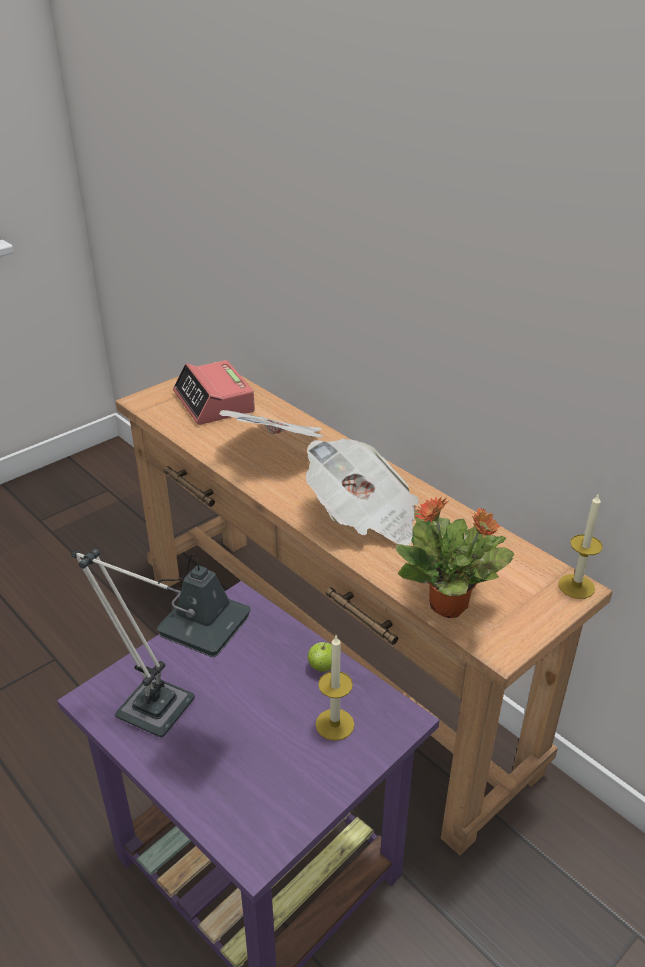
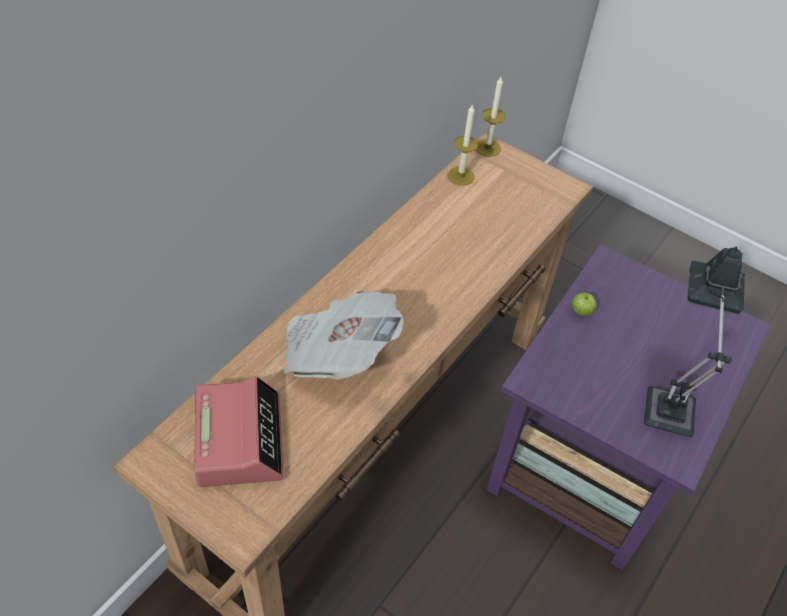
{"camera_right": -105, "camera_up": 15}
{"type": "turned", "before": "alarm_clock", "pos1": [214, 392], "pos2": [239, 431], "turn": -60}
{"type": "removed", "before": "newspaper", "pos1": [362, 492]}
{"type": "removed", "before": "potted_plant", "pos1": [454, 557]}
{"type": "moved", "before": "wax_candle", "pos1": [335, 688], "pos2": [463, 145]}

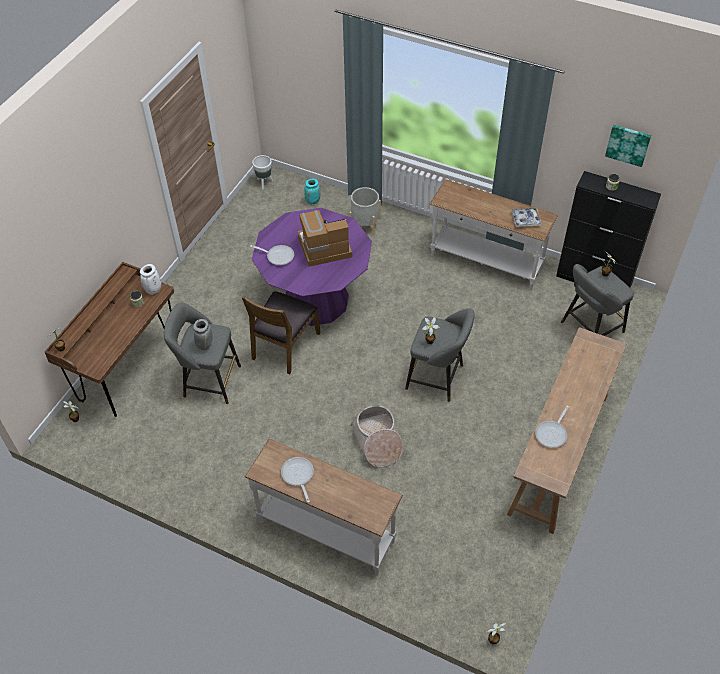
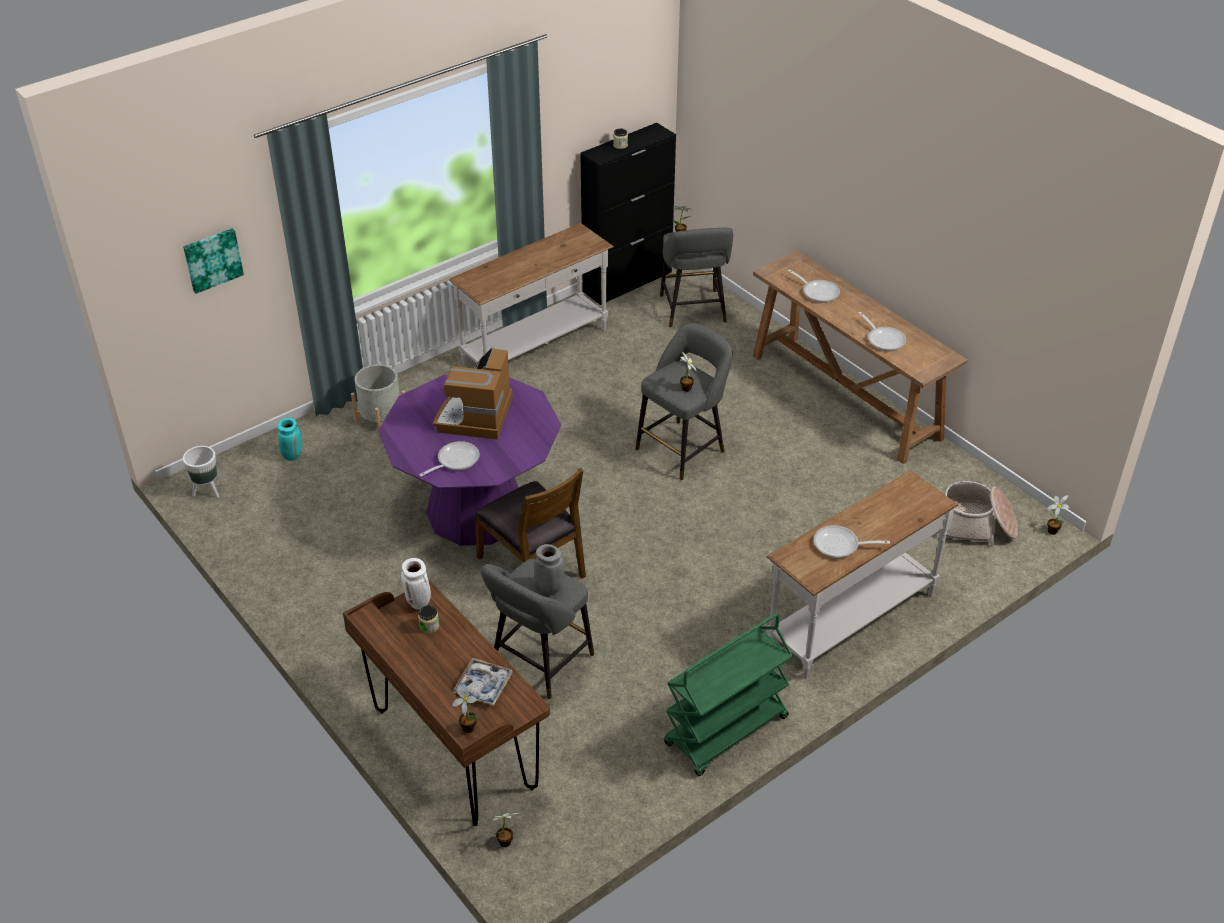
{"camera_right": -65, "camera_up": -10}
{"type": "moved", "before": "picture", "pos1": [628, 146], "pos2": [213, 261]}
{"type": "moved", "before": "tray", "pos1": [526, 217], "pos2": [483, 682]}
{"type": "moved", "before": "basket", "pos1": [376, 436], "pos2": [977, 514]}
{"type": "added", "after": "pan", "pos2": [814, 286]}
{"type": "added", "after": "green-coloured_trolley", "pos2": [728, 694]}

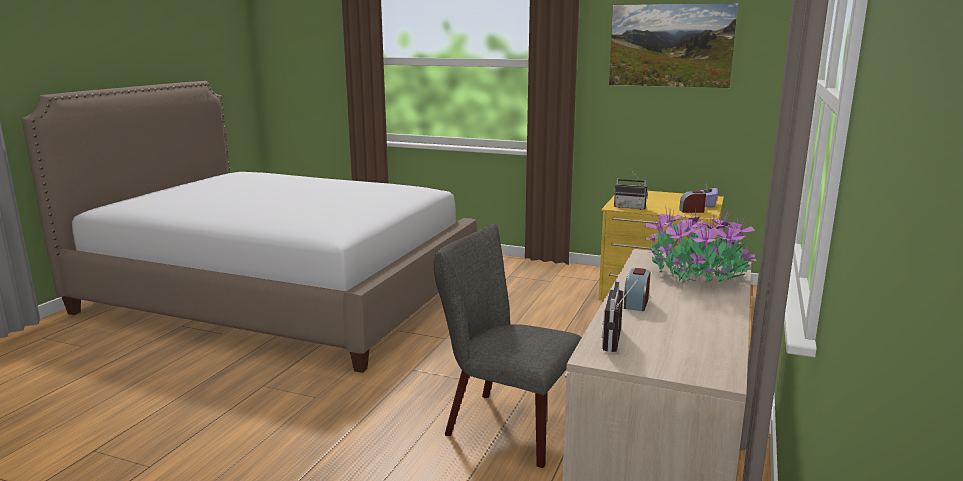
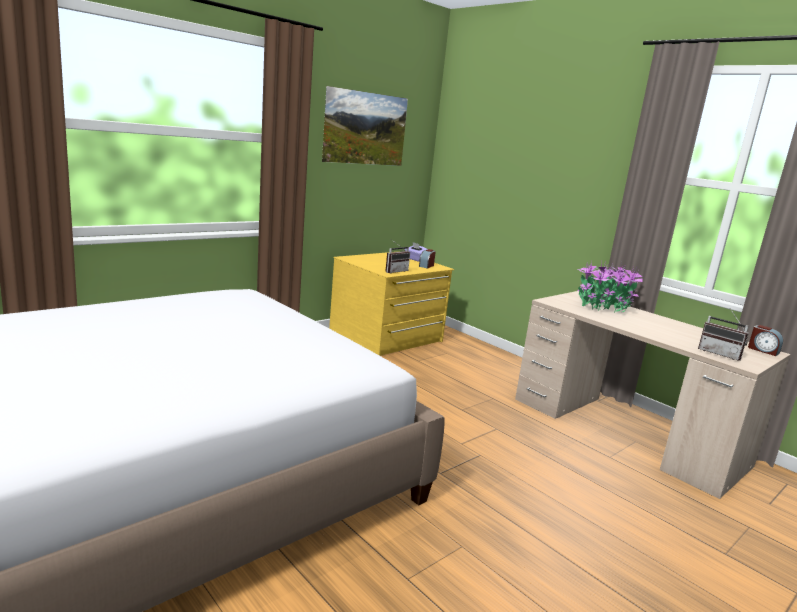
{"camera_right": -65, "camera_up": 0}
{"type": "removed", "before": "grey_chair", "pos1": [507, 346]}
{"type": "moved", "before": "alarm_clock", "pos1": [637, 289], "pos2": [765, 340]}

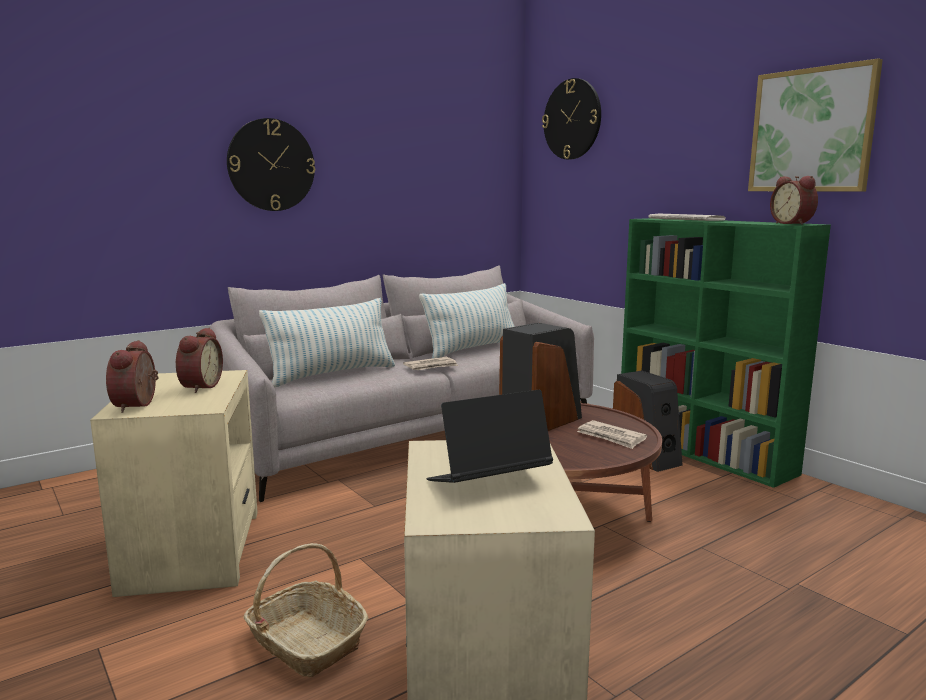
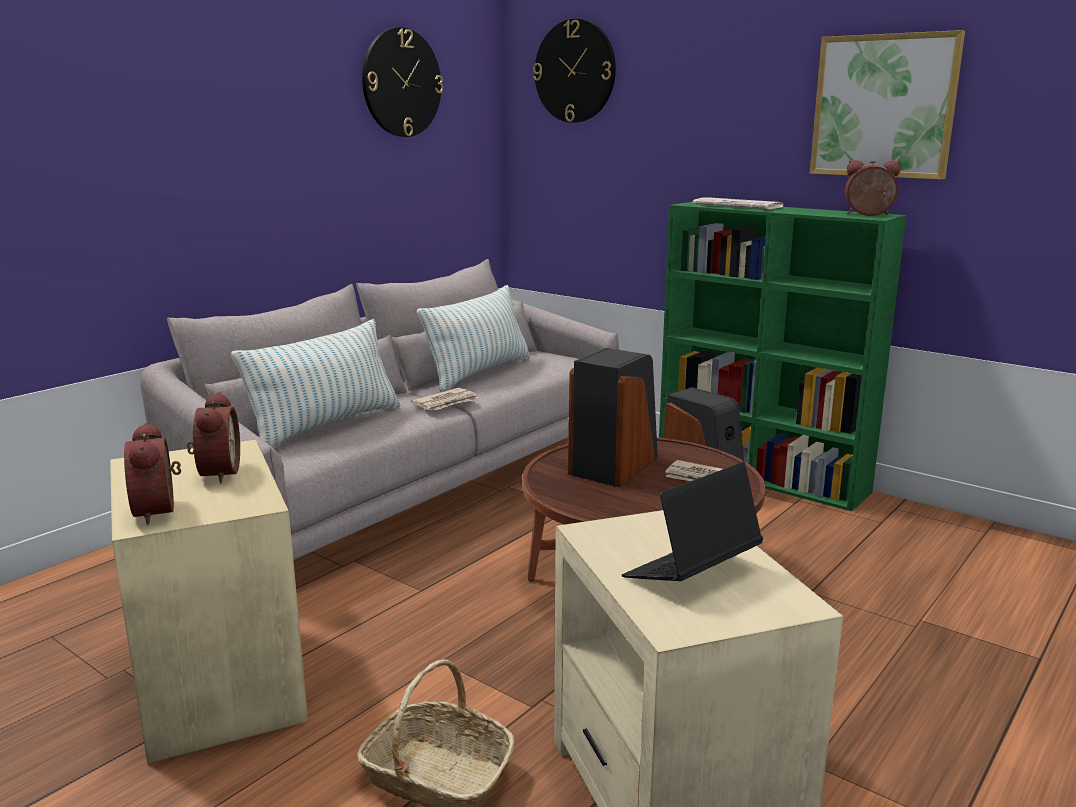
{"camera_right": -15, "camera_up": 5}
{"type": "moved", "before": "hanging_clock", "pos1": [271, 164], "pos2": [402, 82]}
{"type": "turned", "before": "alarm_clock", "pos1": [794, 200], "pos2": [872, 188], "turn": 135}

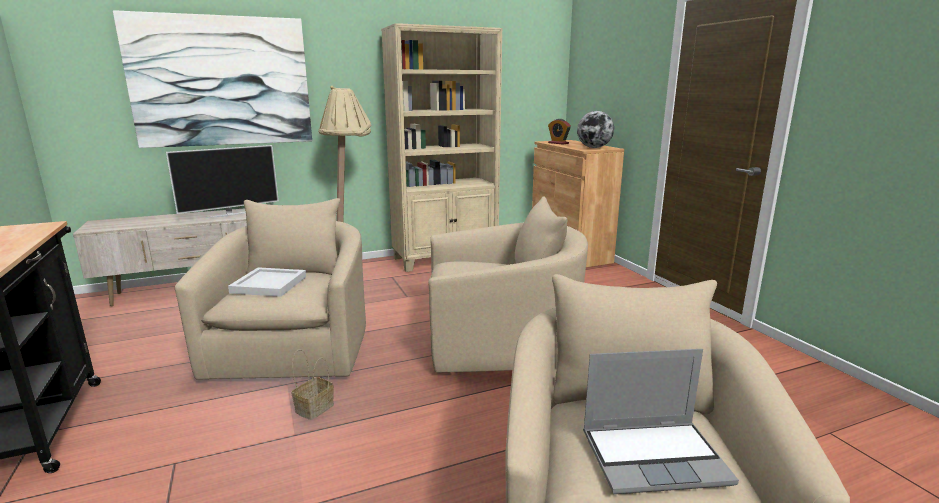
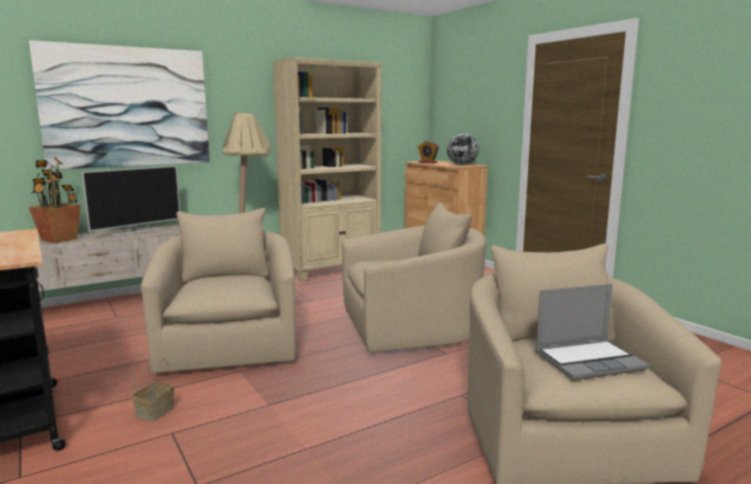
{"camera_right": -10, "camera_up": -5}
{"type": "removed", "before": "white_tray", "pos1": [267, 282]}
{"type": "moved", "before": "basket", "pos1": [313, 384], "pos2": [153, 388]}
{"type": "added", "after": "potted_plant", "pos2": [55, 200]}

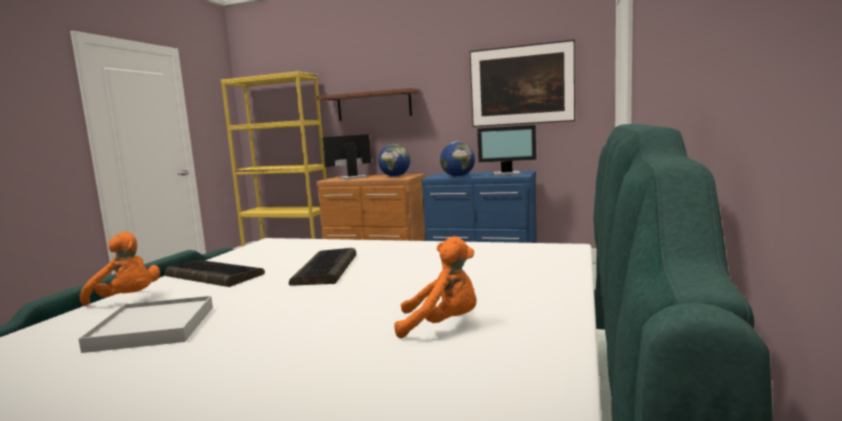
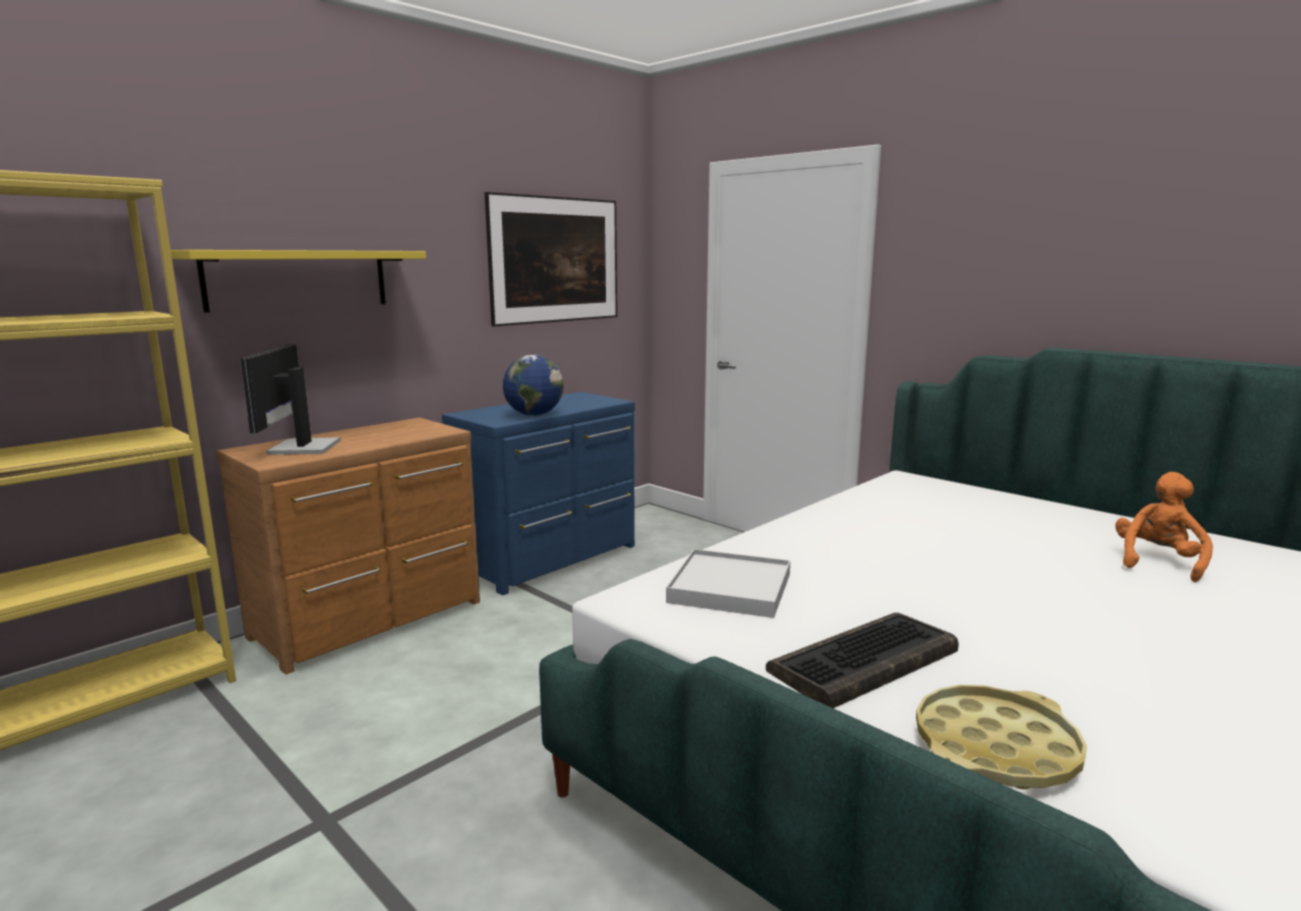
{"camera_right": -65, "camera_up": 5}
{"type": "recoloured", "before": "brown-coloured_wall_shelf", "after": "yellow-coloured_wall_shelf", "pos1": [368, 104], "pos2": [298, 281]}
{"type": "removed", "before": "computer_screen", "pos1": [506, 150]}
{"type": "removed", "before": "globe", "pos1": [394, 160]}
{"type": "replaced", "before": "orange-coloured_plush_toy", "after": "yellow-coloured_tray", "pos1": [120, 269], "pos2": [1001, 737]}
{"type": "removed", "before": "keyboard", "pos1": [322, 267]}
{"type": "moved", "before": "white_tray", "pos1": [146, 324], "pos2": [728, 583]}

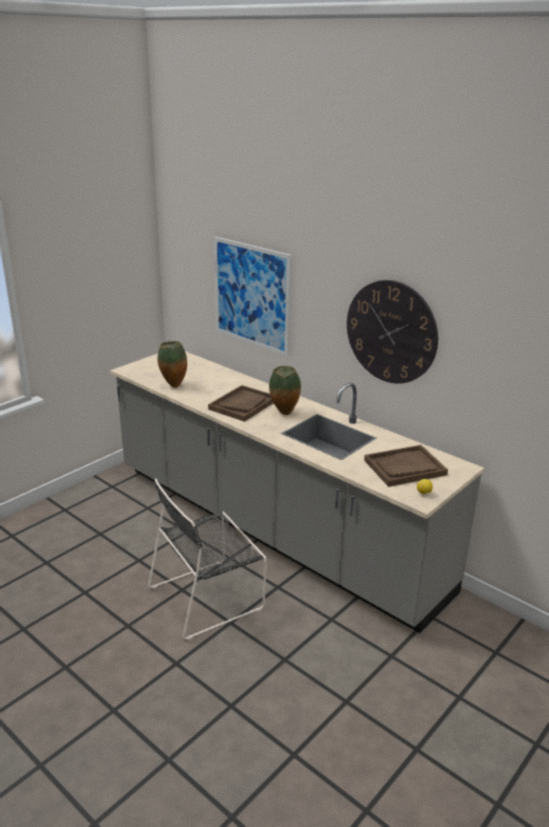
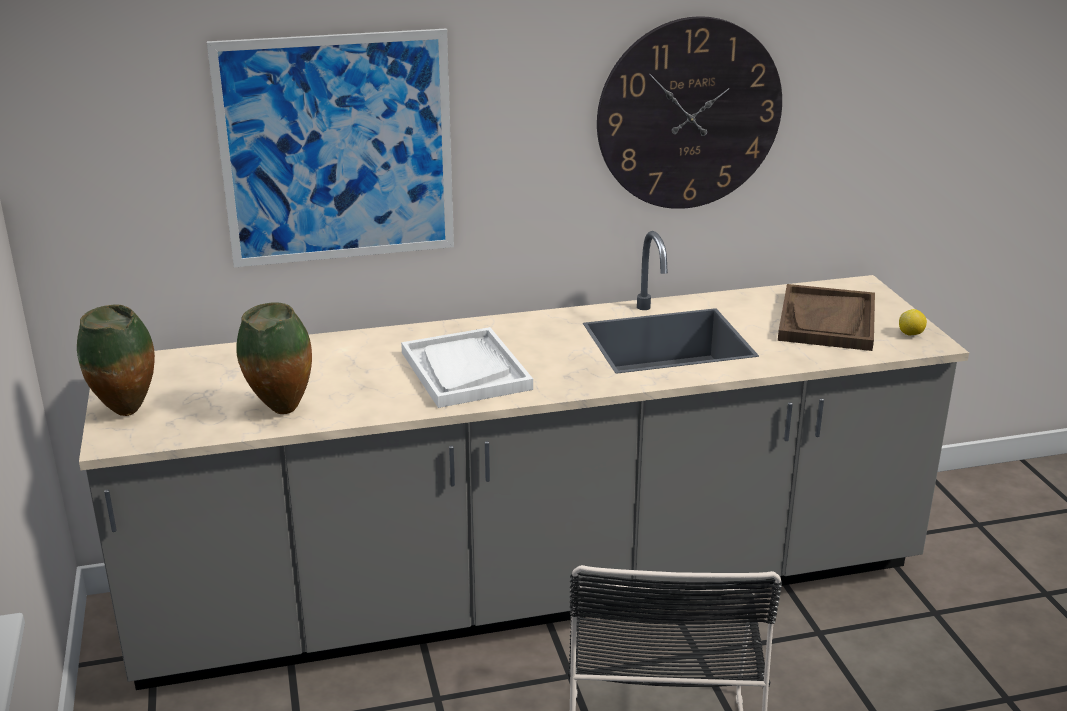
{"camera_right": -55, "camera_up": 0}
{"type": "moved", "before": "decorative_vase", "pos1": [285, 390], "pos2": [116, 360]}
{"type": "recoloured", "before": "brown-coloured_tray", "after": "white_tray", "pos1": [240, 403], "pos2": [467, 367]}

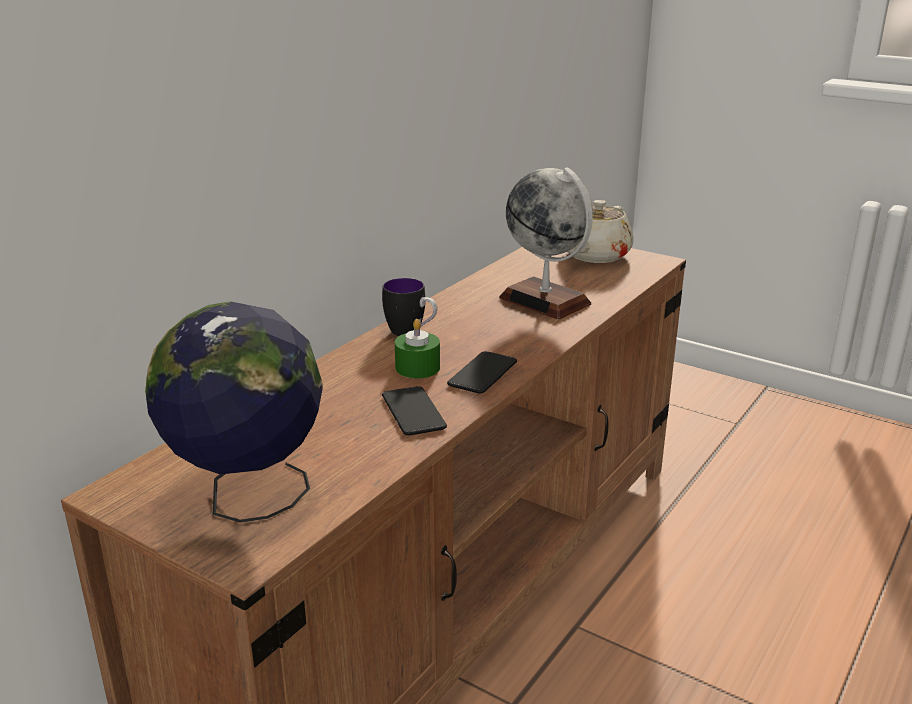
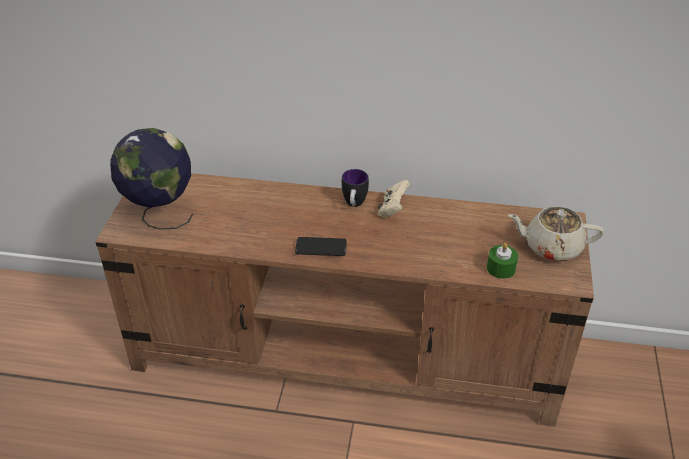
{"camera_right": 65, "camera_up": 15}
{"type": "removed", "before": "globe", "pos1": [546, 243]}
{"type": "moved", "before": "green-coloured_wax_candle", "pos1": [417, 348], "pos2": [502, 261]}
{"type": "removed", "before": "telephone", "pos1": [414, 410]}
{"type": "added", "after": "beige-coloured_game_controller", "pos2": [394, 199]}

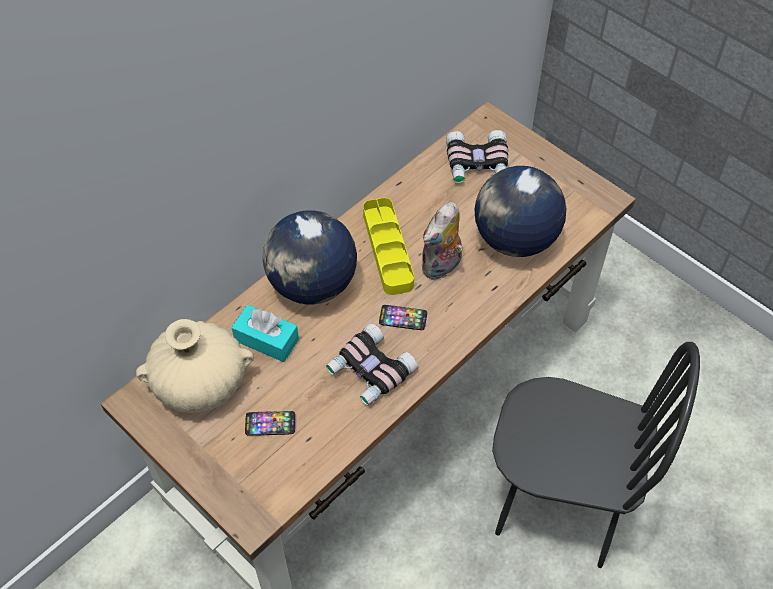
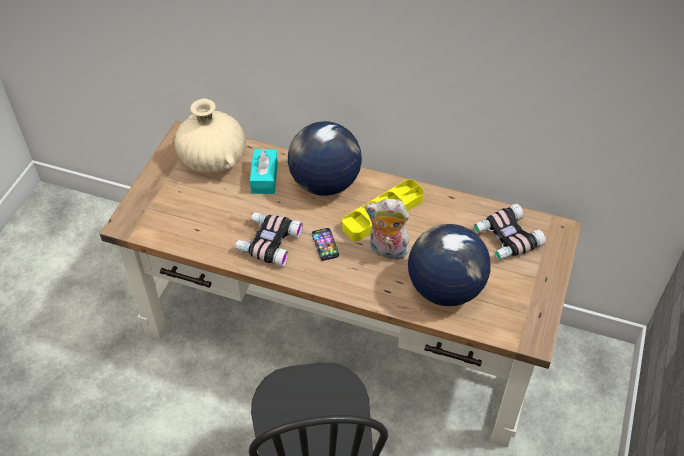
{"camera_right": 65, "camera_up": -5}
{"type": "removed", "before": "telephone", "pos1": [270, 423]}

